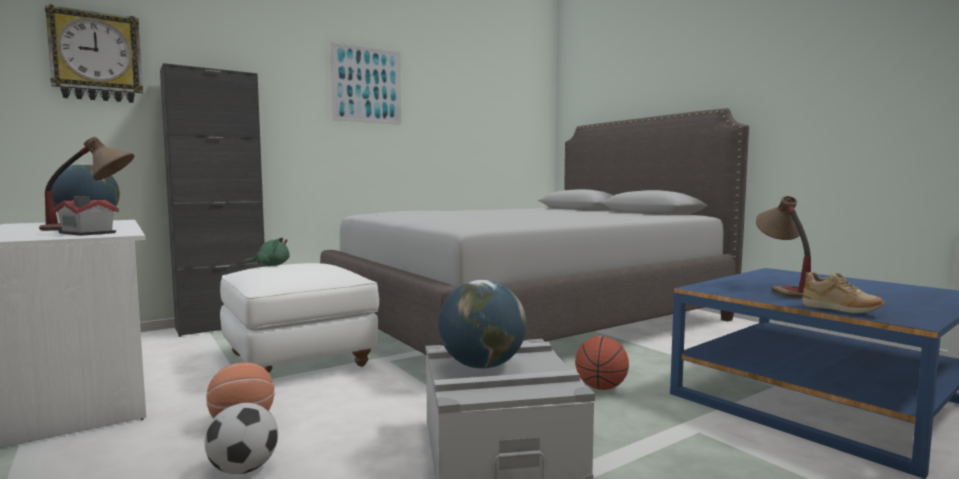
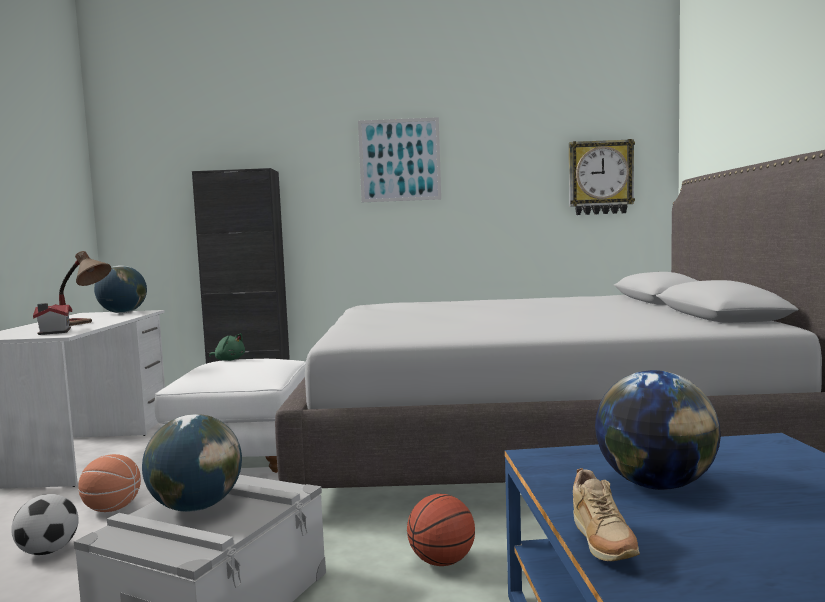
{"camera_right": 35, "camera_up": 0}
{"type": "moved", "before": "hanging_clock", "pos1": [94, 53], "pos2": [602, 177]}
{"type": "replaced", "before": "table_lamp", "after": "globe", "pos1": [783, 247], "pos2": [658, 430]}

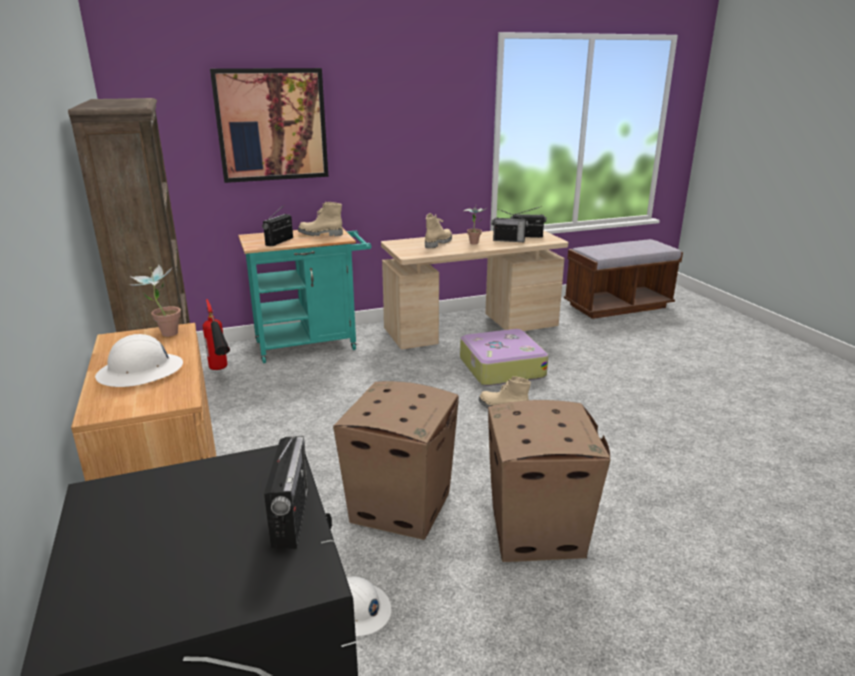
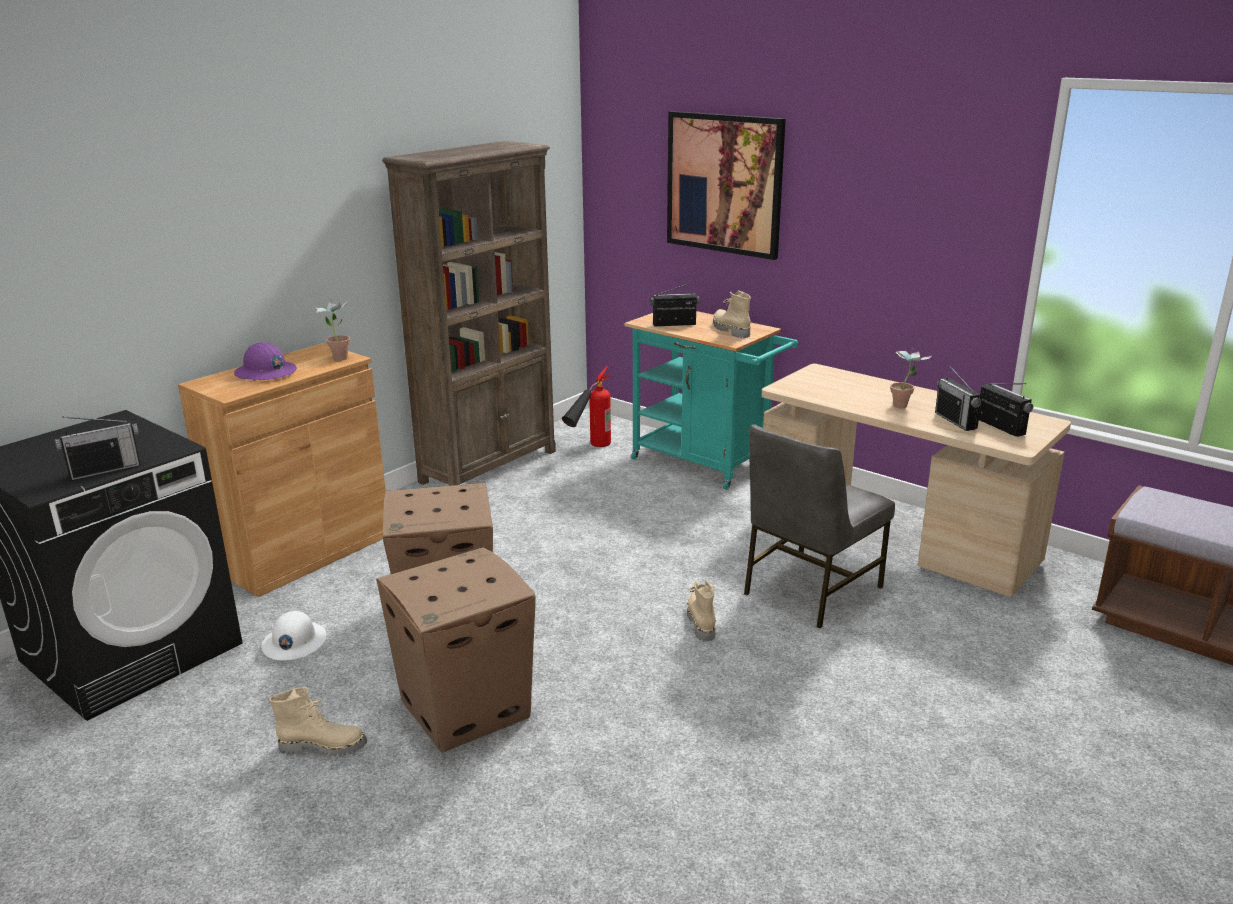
{"camera_right": 60, "camera_up": 0}
{"type": "moved", "before": "beige-coloured_high-top_boot", "pos1": [438, 231], "pos2": [318, 721]}
{"type": "replaced", "before": "travel_case", "after": "grey_chair", "pos1": [504, 357], "pos2": [819, 526]}
{"type": "recoloured", "before": "white_work_helmet", "after": "purple-coloured_work_helmet", "pos1": [139, 360], "pos2": [265, 361]}

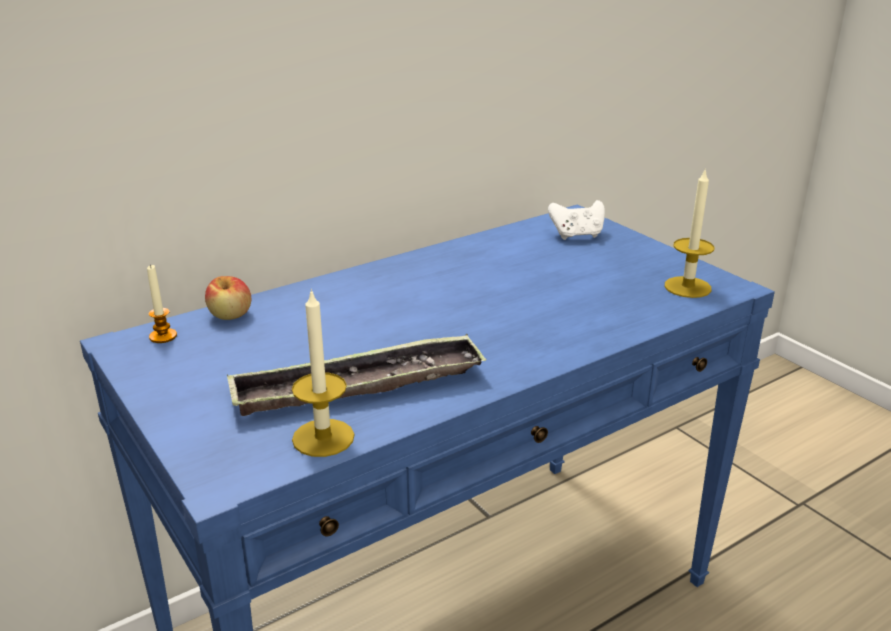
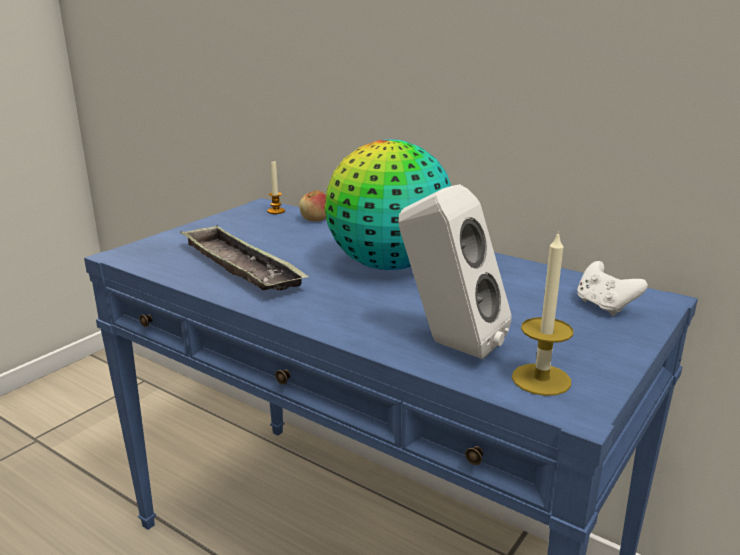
{"camera_right": 70, "camera_up": -5}
{"type": "removed", "before": "wax_candle", "pos1": [323, 372]}
{"type": "added", "after": "globe", "pos2": [388, 204]}
{"type": "added", "after": "white_audio_speaker", "pos2": [455, 271]}

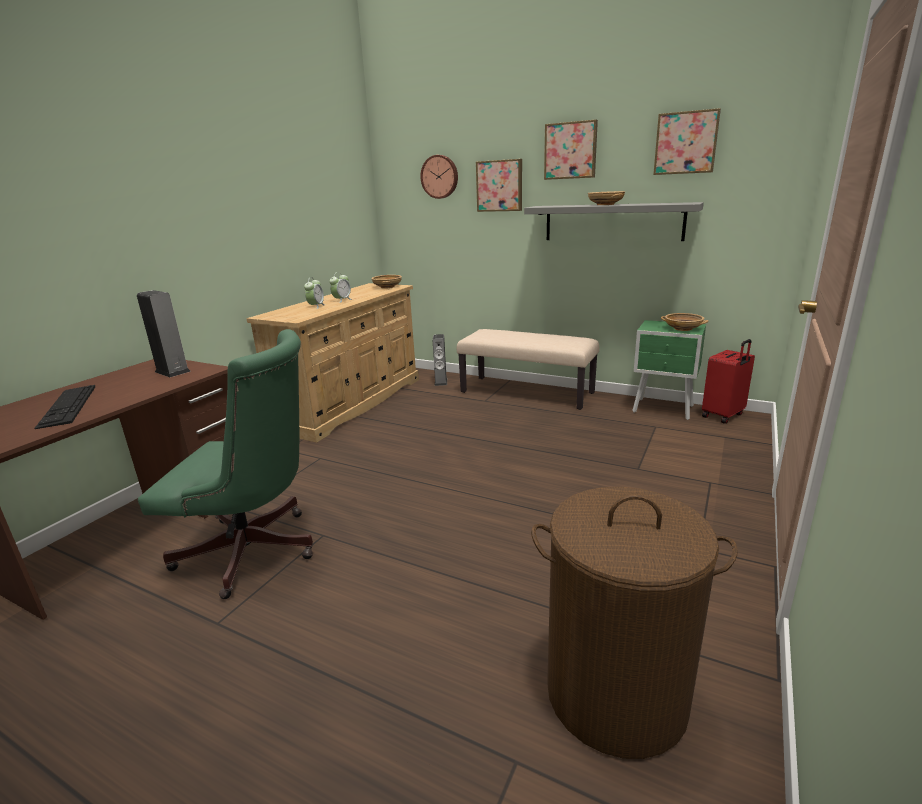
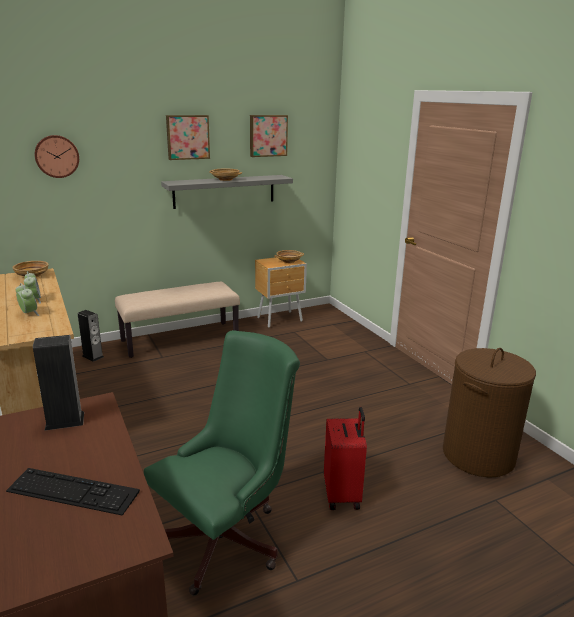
{"camera_right": -55, "camera_up": 0}
{"type": "removed", "before": "picture", "pos1": [499, 185]}
{"type": "recoloured", "before": "green-coloured_bedside_table", "after": "brown-coloured_bedside_table", "pos1": [669, 370], "pos2": [281, 292]}
{"type": "moved", "before": "red_travel_case", "pos1": [728, 381], "pos2": [345, 458]}

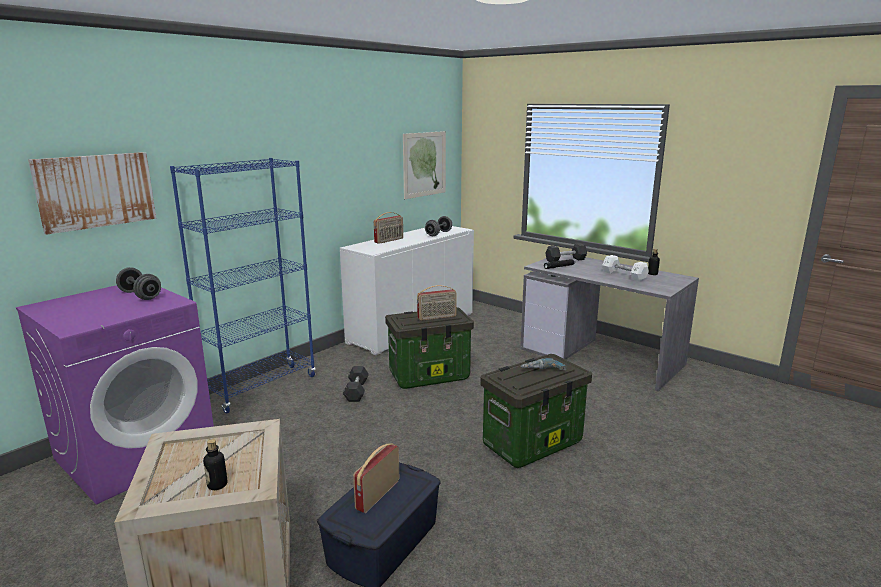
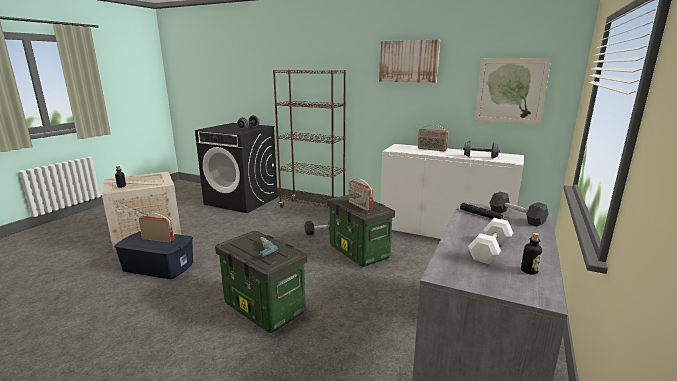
{"camera_right": 75, "camera_up": 0}
{"type": "moved", "before": "picture", "pos1": [92, 193], "pos2": [409, 61]}
{"type": "recoloured", "before": "blue_bookshelf", "after": "brown-coloured_bookshelf", "pos1": [243, 286], "pos2": [309, 139]}
{"type": "recoloured", "before": "purple-coloured_washing_machine", "after": "black-coloured_washing_machine", "pos1": [115, 395], "pos2": [236, 168]}

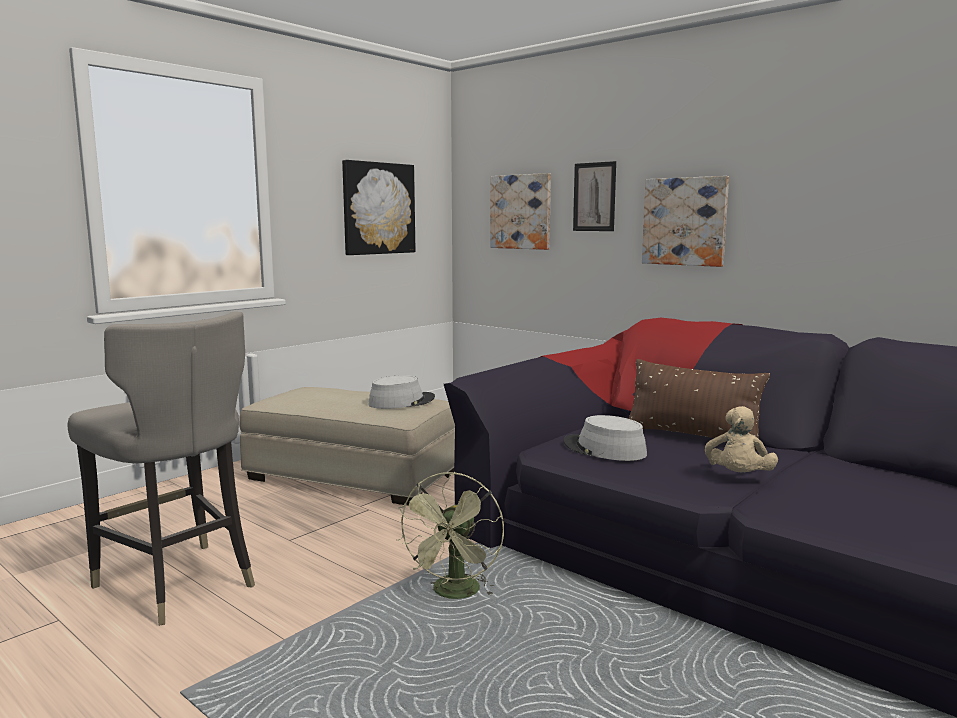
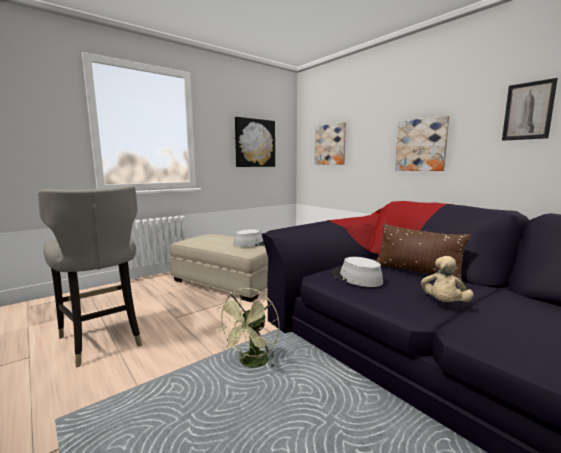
{"camera_right": 10, "camera_up": 0}
{"type": "moved", "before": "picture", "pos1": [594, 196], "pos2": [530, 109]}

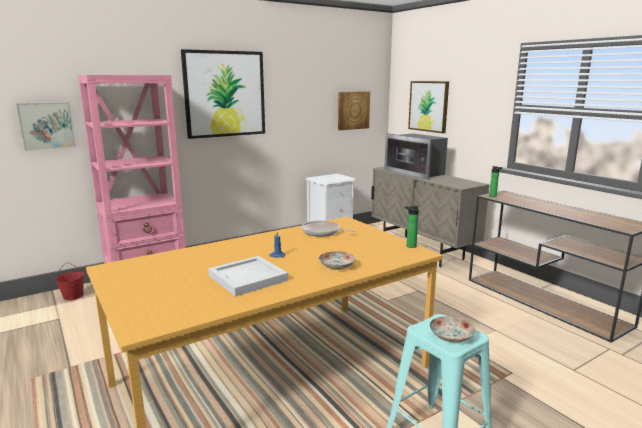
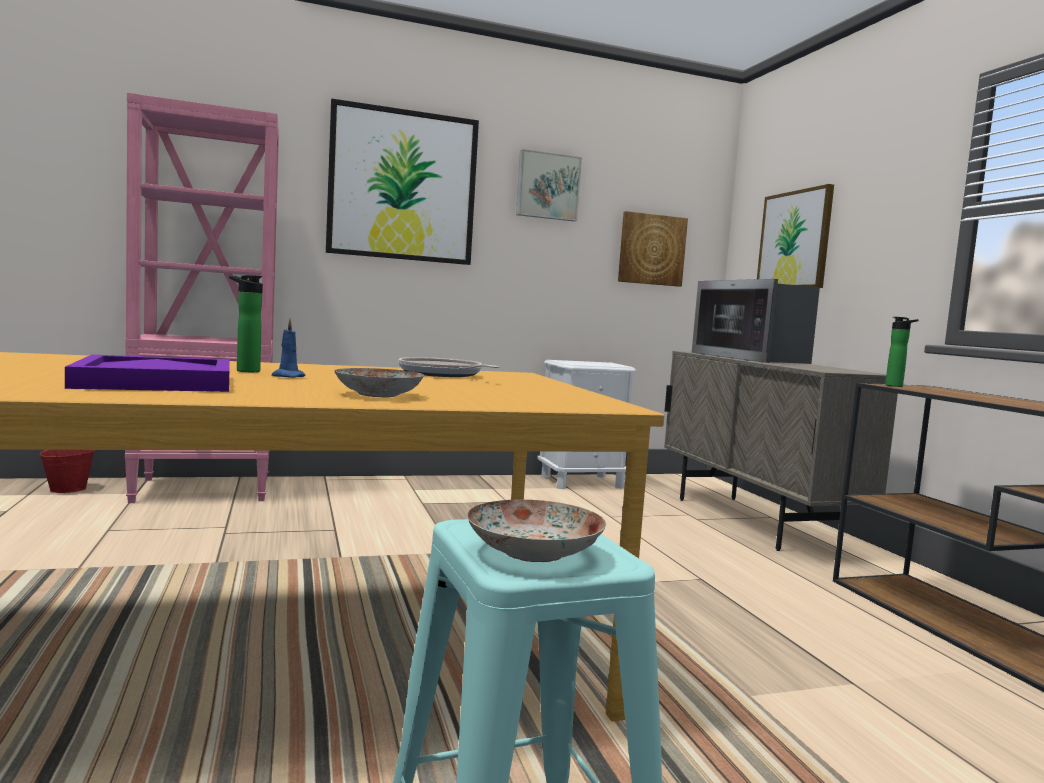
{"camera_right": 15, "camera_up": -10}
{"type": "moved", "before": "picture", "pos1": [46, 126], "pos2": [549, 185]}
{"type": "moved", "before": "bottle", "pos1": [411, 226], "pos2": [246, 323]}
{"type": "recoloured", "before": "white_tray", "after": "purple-coloured_tray", "pos1": [248, 276], "pos2": [147, 373]}

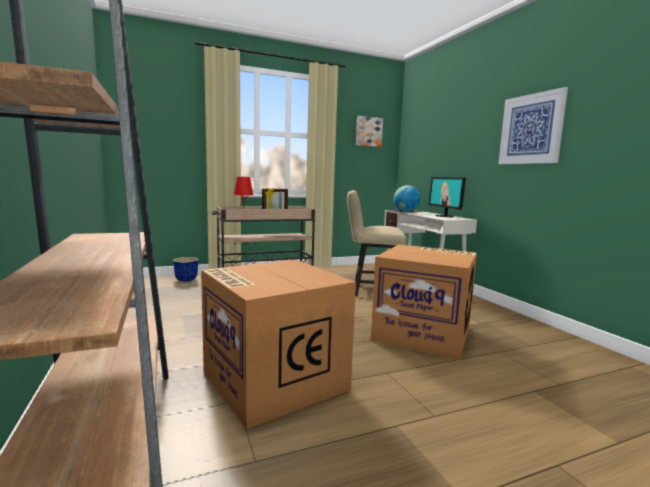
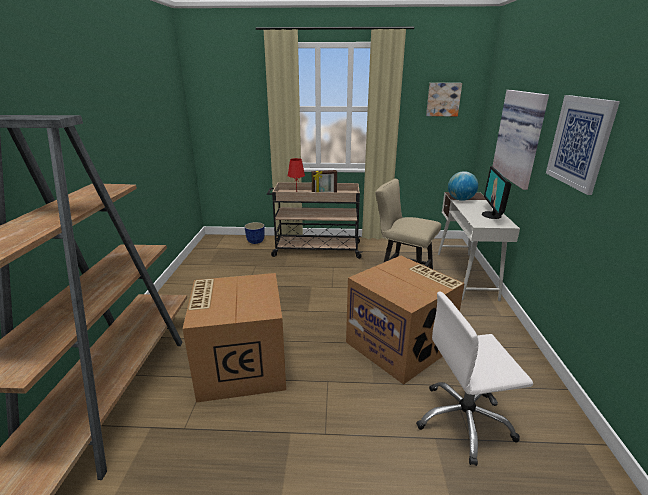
{"camera_right": 25, "camera_up": 15}
{"type": "added", "after": "picture", "pos2": [521, 140]}
{"type": "added", "after": "white_desk_chair", "pos2": [474, 379]}

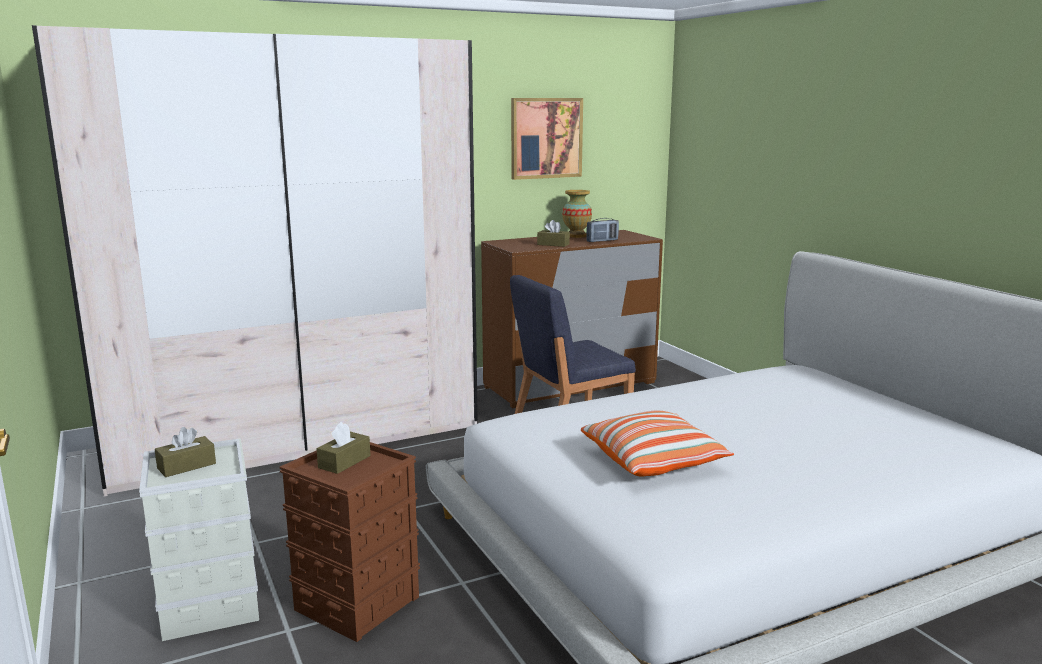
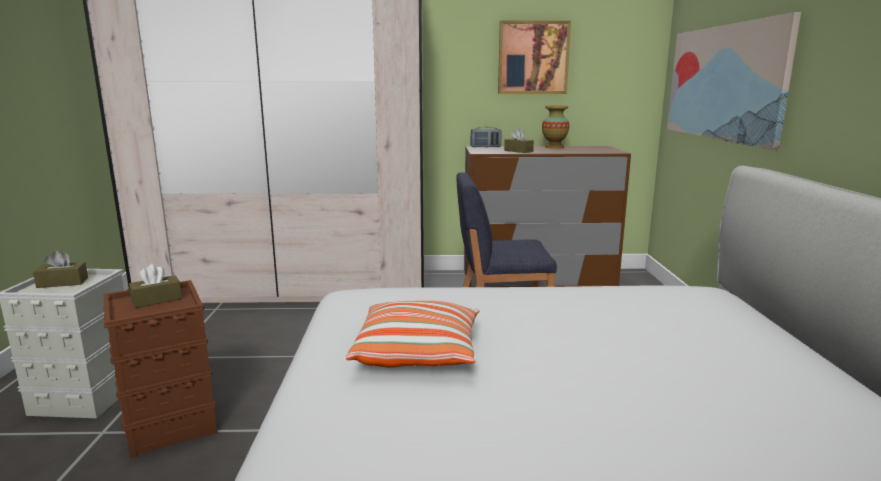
{"camera_right": 25, "camera_up": 0}
{"type": "moved", "before": "radio_receiver", "pos1": [602, 230], "pos2": [485, 137]}
{"type": "added", "after": "picture", "pos2": [734, 81]}

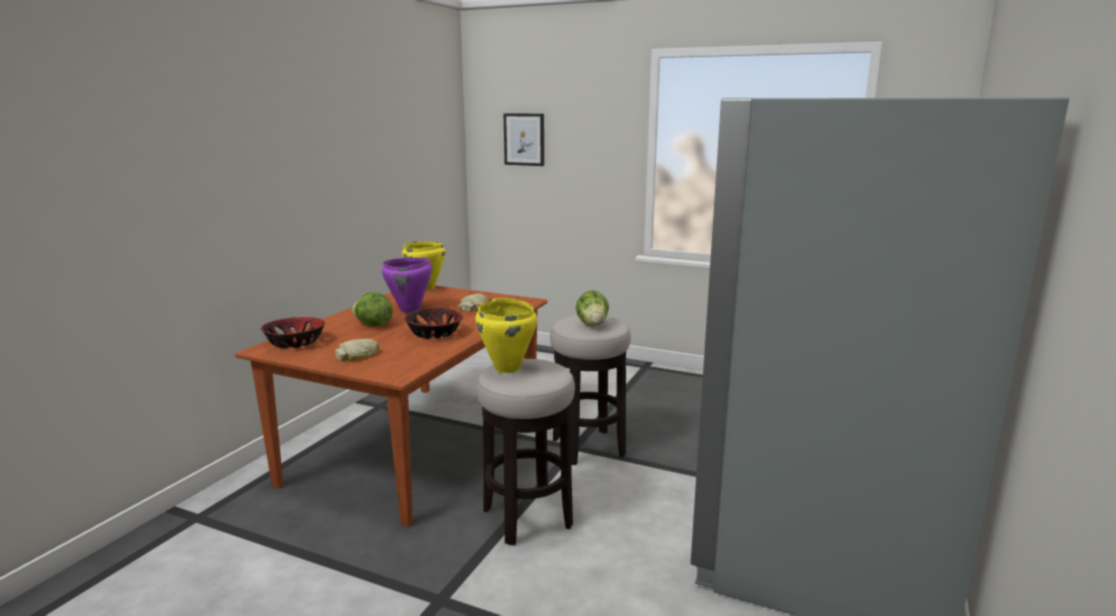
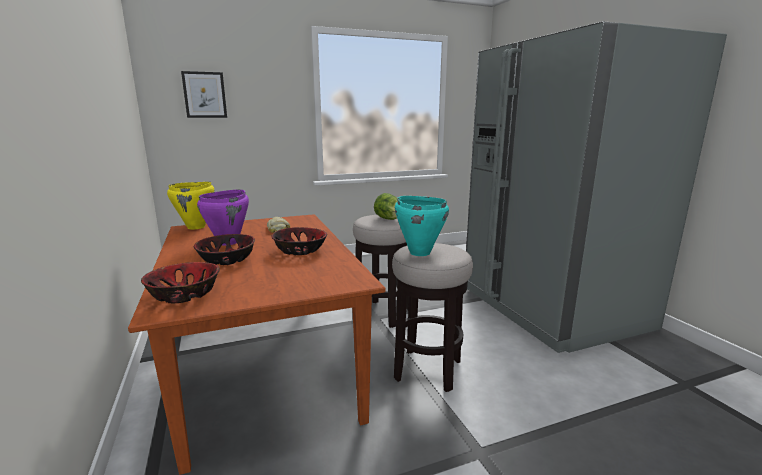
{"camera_right": -45, "camera_up": 0}
{"type": "replaced", "before": "lettuce", "after": "bowl", "pos1": [372, 309], "pos2": [224, 249]}
{"type": "recoloured", "before": "yellow-coloured_cooking_pot", "after": "turquoise-coloured_cooking_pot", "pos1": [506, 335], "pos2": [422, 226]}
{"type": "removed", "before": "baked_bread", "pos1": [357, 350]}

